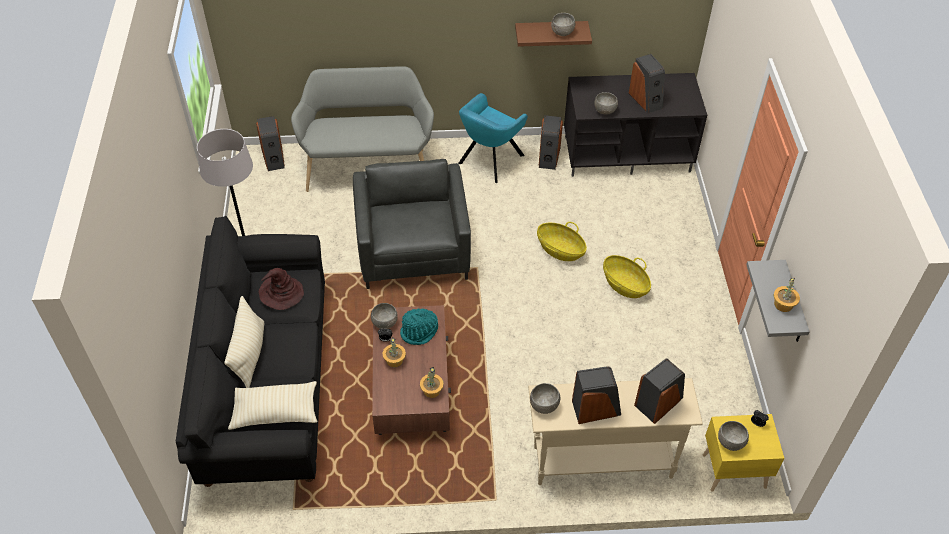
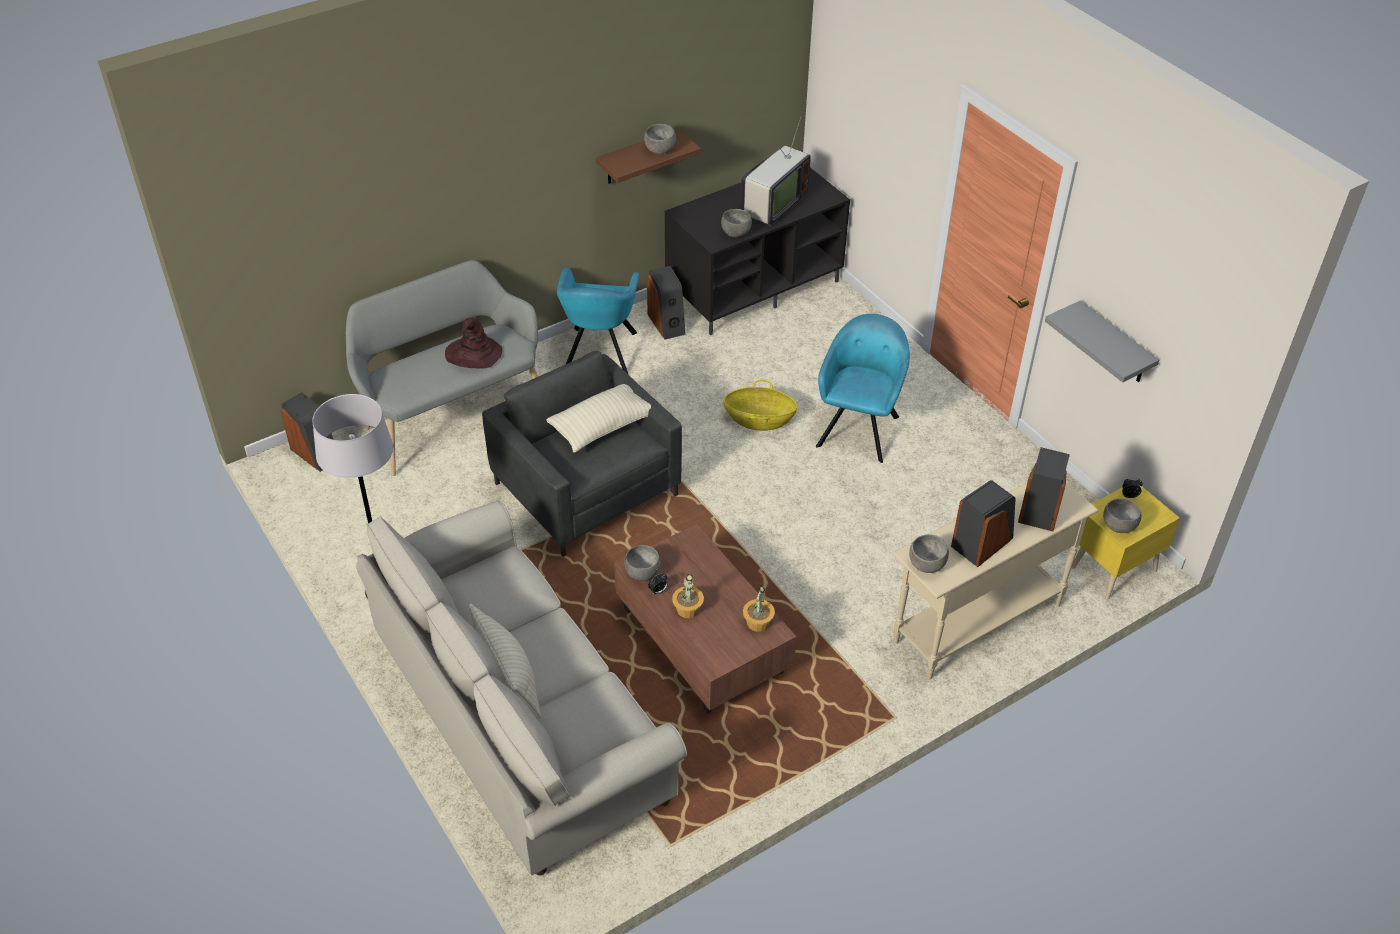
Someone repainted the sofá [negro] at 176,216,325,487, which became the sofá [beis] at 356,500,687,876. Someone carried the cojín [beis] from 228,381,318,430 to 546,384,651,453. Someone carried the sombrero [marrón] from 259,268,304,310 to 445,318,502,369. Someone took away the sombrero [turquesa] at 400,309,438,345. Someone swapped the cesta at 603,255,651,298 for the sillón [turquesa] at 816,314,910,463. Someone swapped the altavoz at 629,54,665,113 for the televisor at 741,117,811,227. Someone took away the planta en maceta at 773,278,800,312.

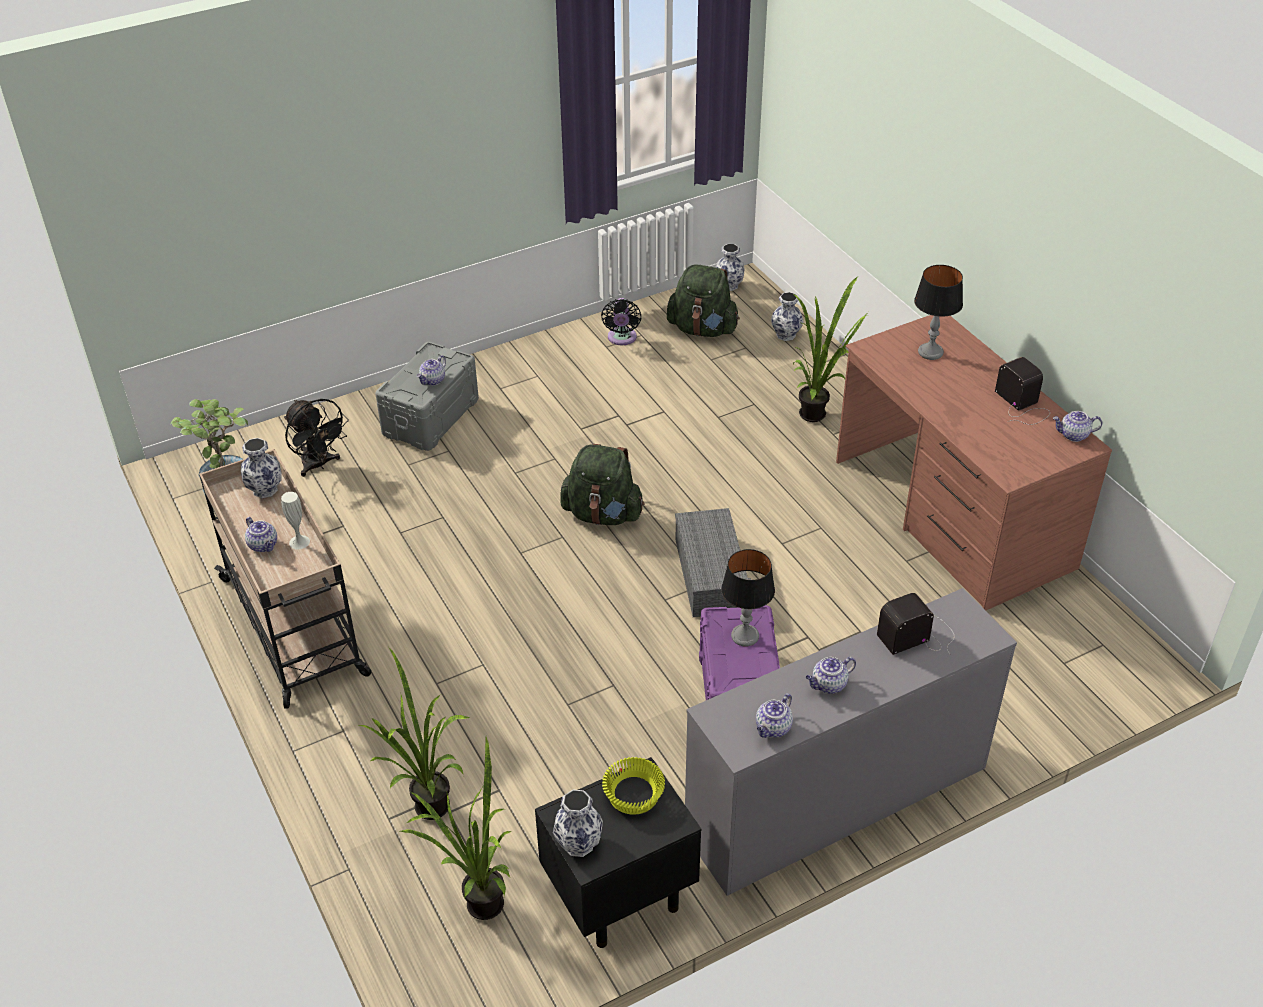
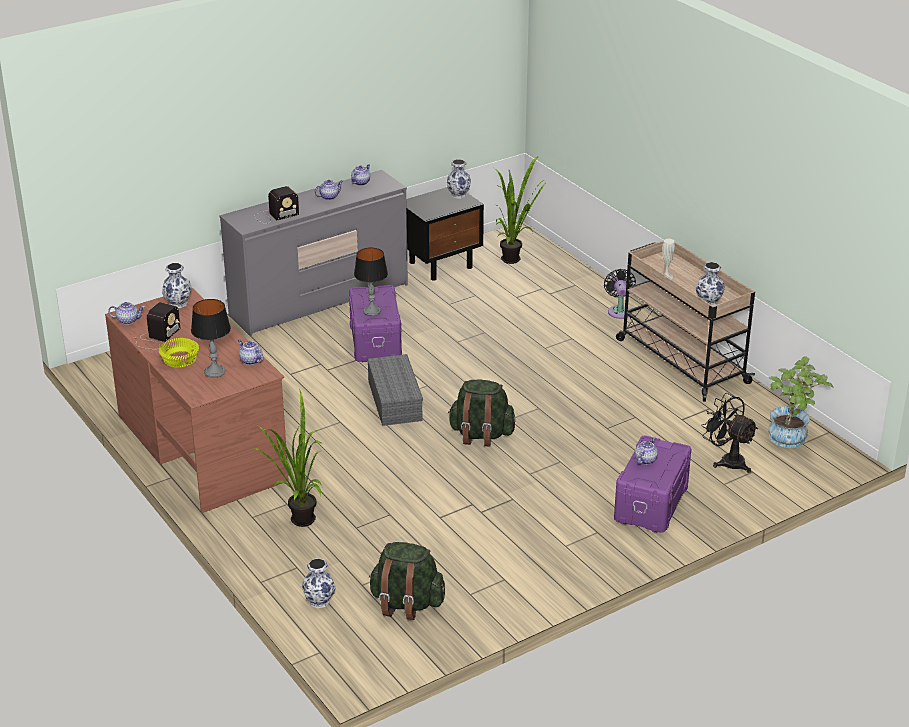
Someone carried the tetera from 245,517,277,552 to 238,340,263,365. Someone took away the planta en maceta at 358,647,469,820. Someone repainted the caja de almacenaje [gris] at 375,342,479,451, which became the caja de almacenaje [morado] at 614,435,691,533. Someone carried the ventilador [negro] from 601,298,641,345 to 604,269,636,319. Someone carried the cuenco [amarillo] from 602,757,665,815 to 159,338,199,367. Someone carried the florero from 716,244,745,291 to 162,263,192,308. Someone rotated the radio at 995,357,1050,425 by 120 degrees counterclockwise.

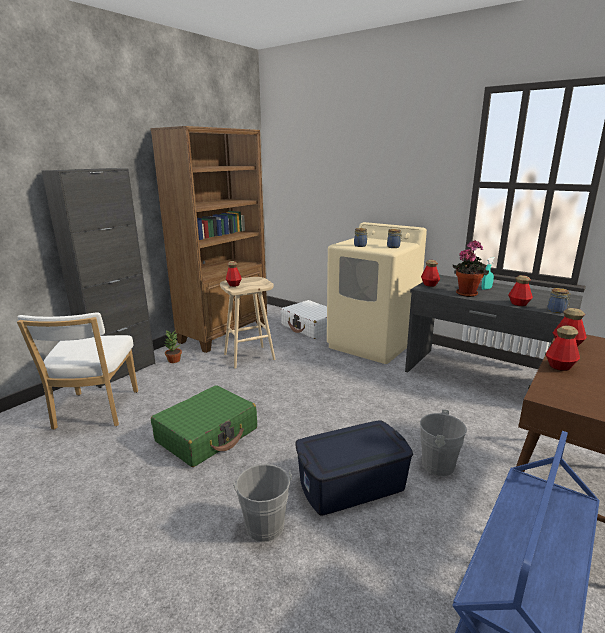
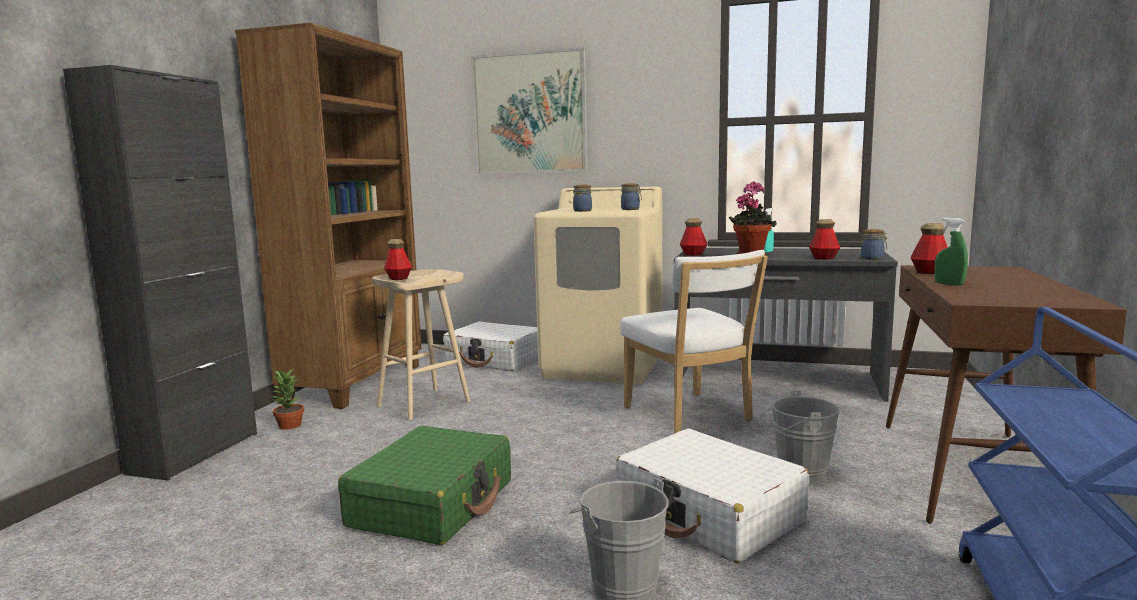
Someone carried the silla [blanco] from 17,312,138,430 to 620,250,768,434. Someone swapped the caja de almacenaje [azul] at 295,420,413,516 for the maleta [blanco] at 615,429,809,563. Someone swapped the botella at 546,326,580,371 for the pulverizador [verde] at 934,217,968,285. Someone put up the cuadro at 471,47,588,174.

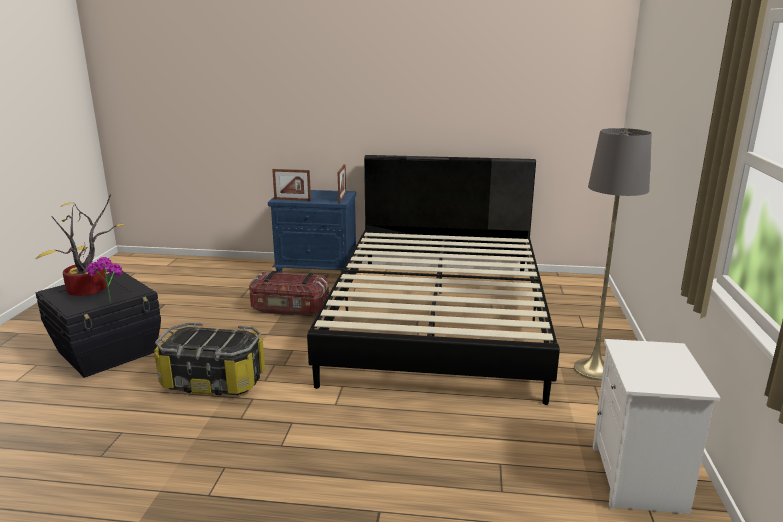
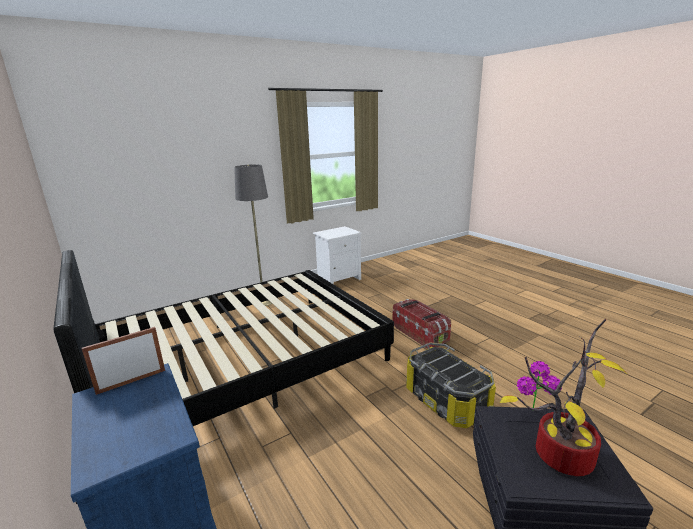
Someone carried the caja de almacenaje from 249,271,329,316 to 393,299,451,349. Someone took away the portarretratos at 272,169,311,201.

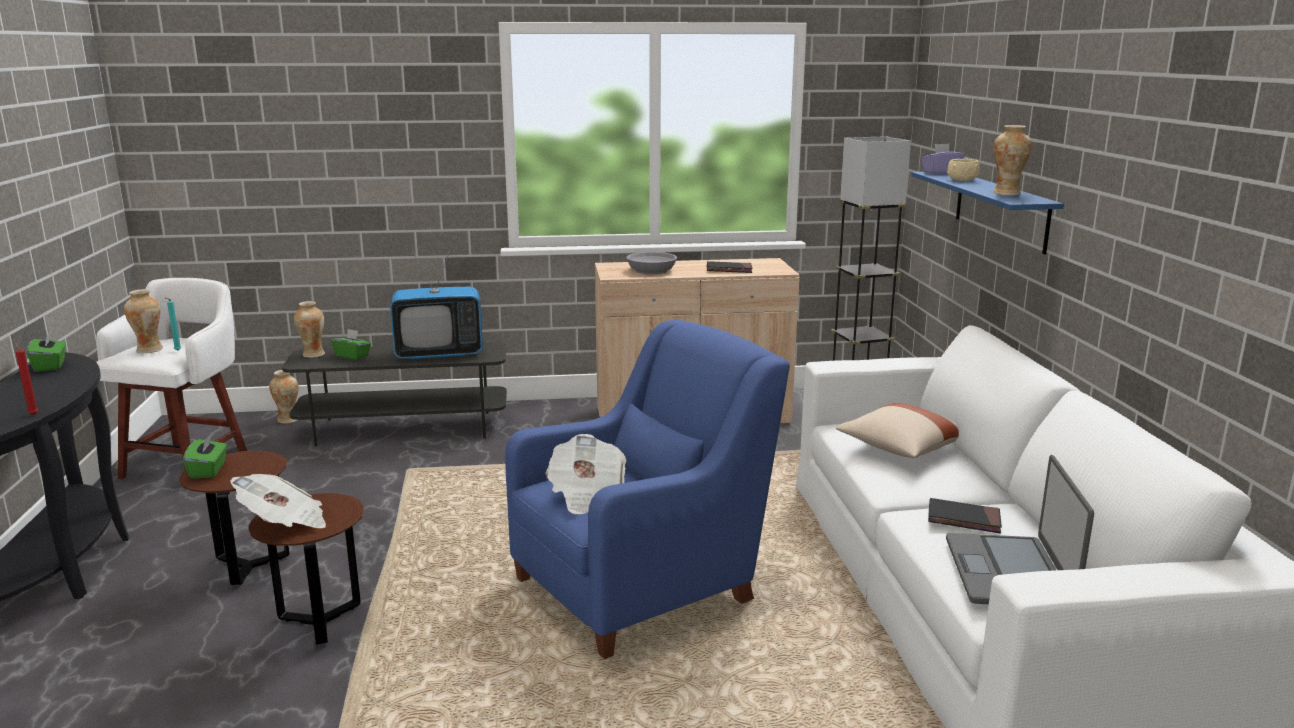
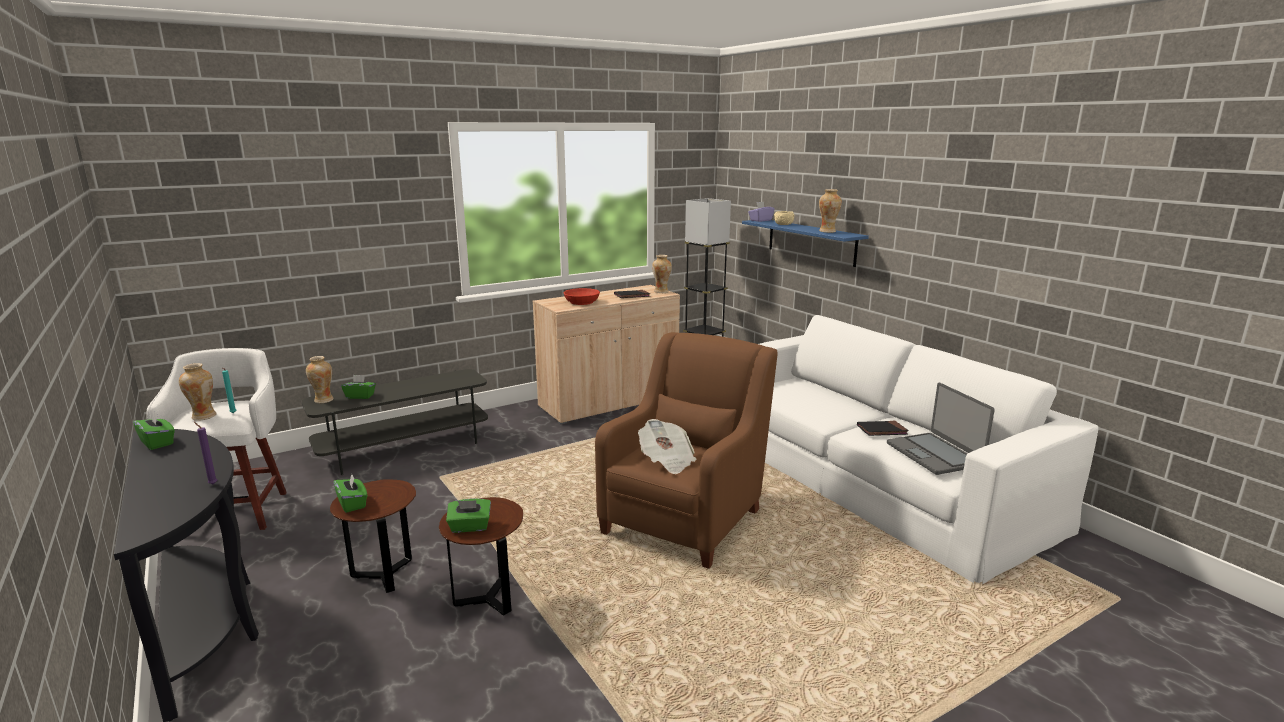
Someone repainted the vela [rojo] at 15,342,38,415, which became the vela [morado] at 194,422,217,484. Someone swapped the periódico at 230,474,326,528 for the caja de pañuelos [verde] at 446,498,491,533. Someone carried the florero from 269,370,299,423 to 652,255,672,293. Someone took away the televisor at 390,248,483,360. Someone repainted the sillón [azul] at 505,320,790,659, which became the sillón [marrón] at 595,332,778,569. Someone repainted the cuenco [gris] at 626,252,677,275, which became the cuenco [rojo] at 563,288,600,305. Someone took away the cojín [beis] at 836,403,959,458.

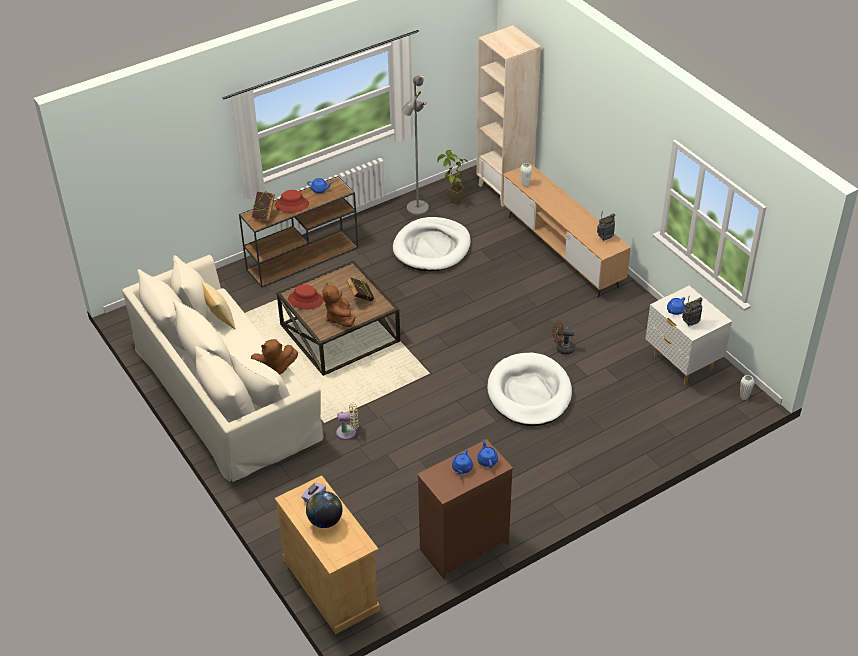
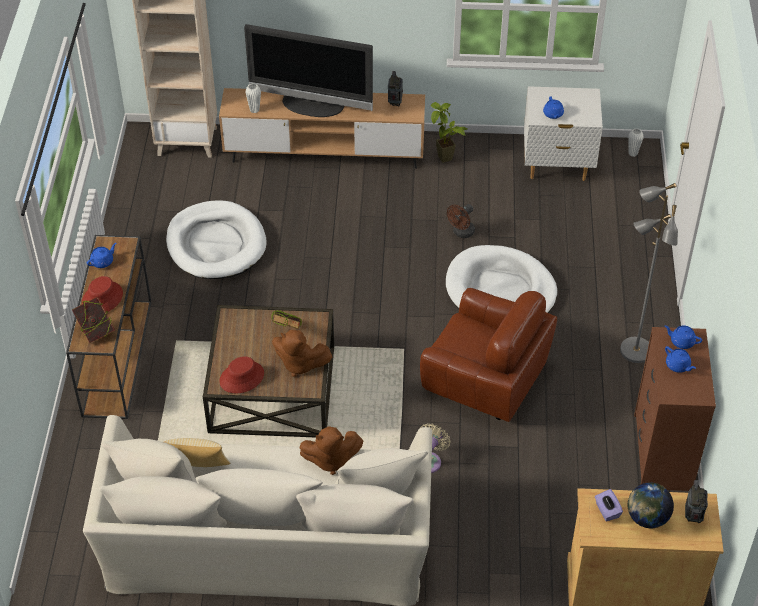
Someone rotated the peluche [marrón] at 251,339,298,375 by 60 degrees clockwise. Someone carried the lámpara de pie [gris] from 401,75,429,215 to 620,183,678,363. Someone carried the planta en maceta from 437,150,467,205 to 431,102,467,163. Someone carried the radio from 682,297,703,327 to 685,480,708,523. Someone put down the televisor at 244,24,373,117. Someone put down the sillón [marrón] at 420,288,557,422.

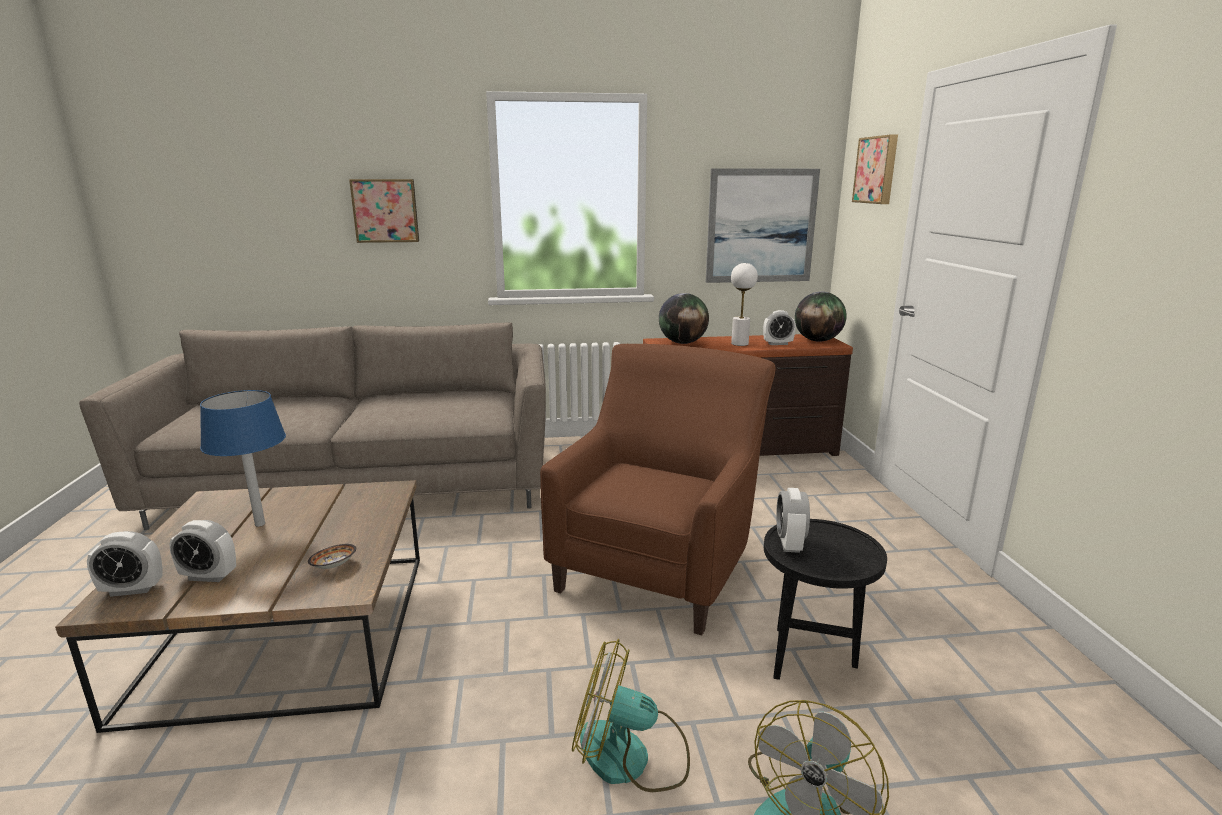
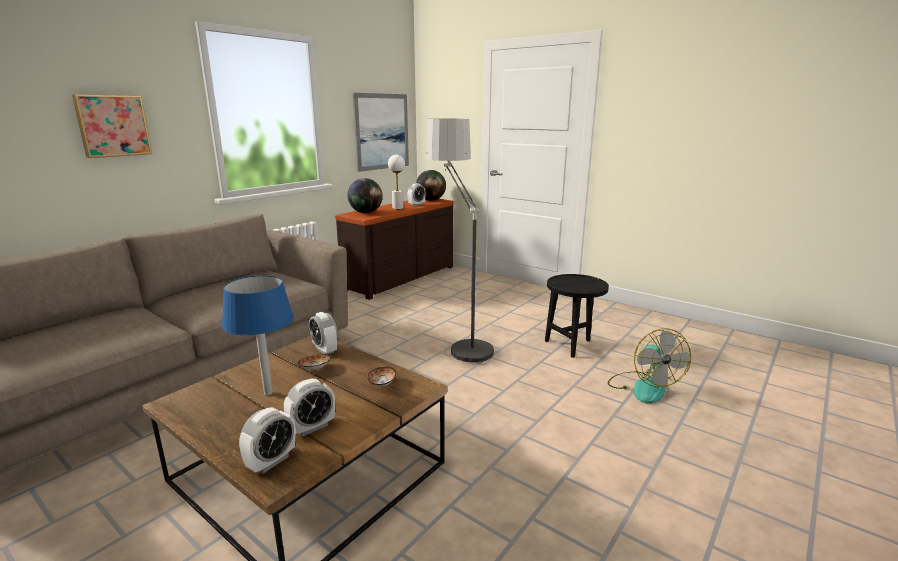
Someone swapped the sillón [marrón] at 540,344,776,635 for the lámpara de pie at 427,119,494,366. Someone took away the ventilador at 572,639,690,792. Someone carried the despertador from 776,488,810,553 to 309,312,338,355. Someone took away the cuadro at 852,134,898,204. Someone put down the cuenco at 297,354,332,370.

